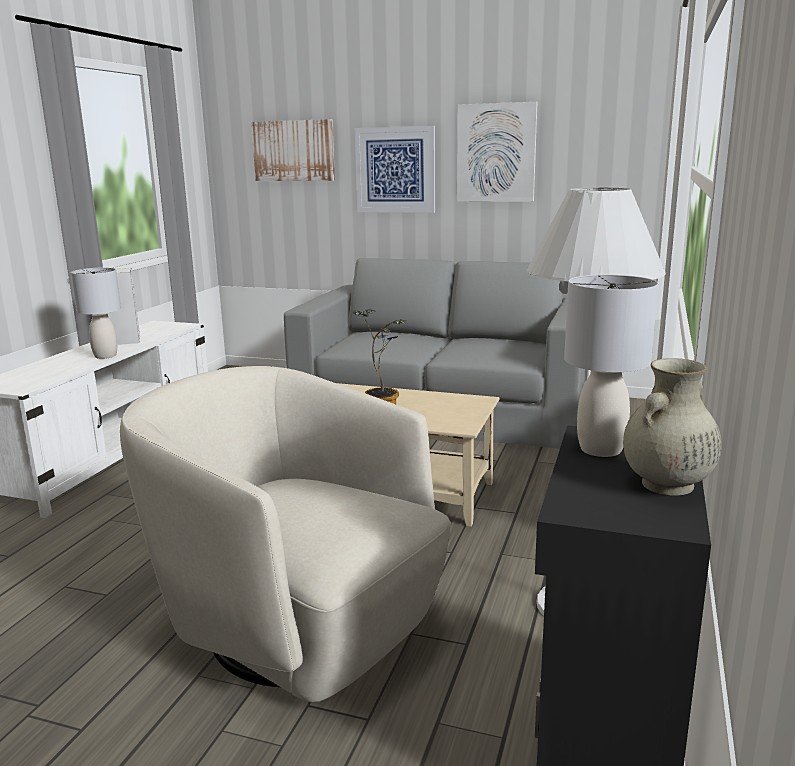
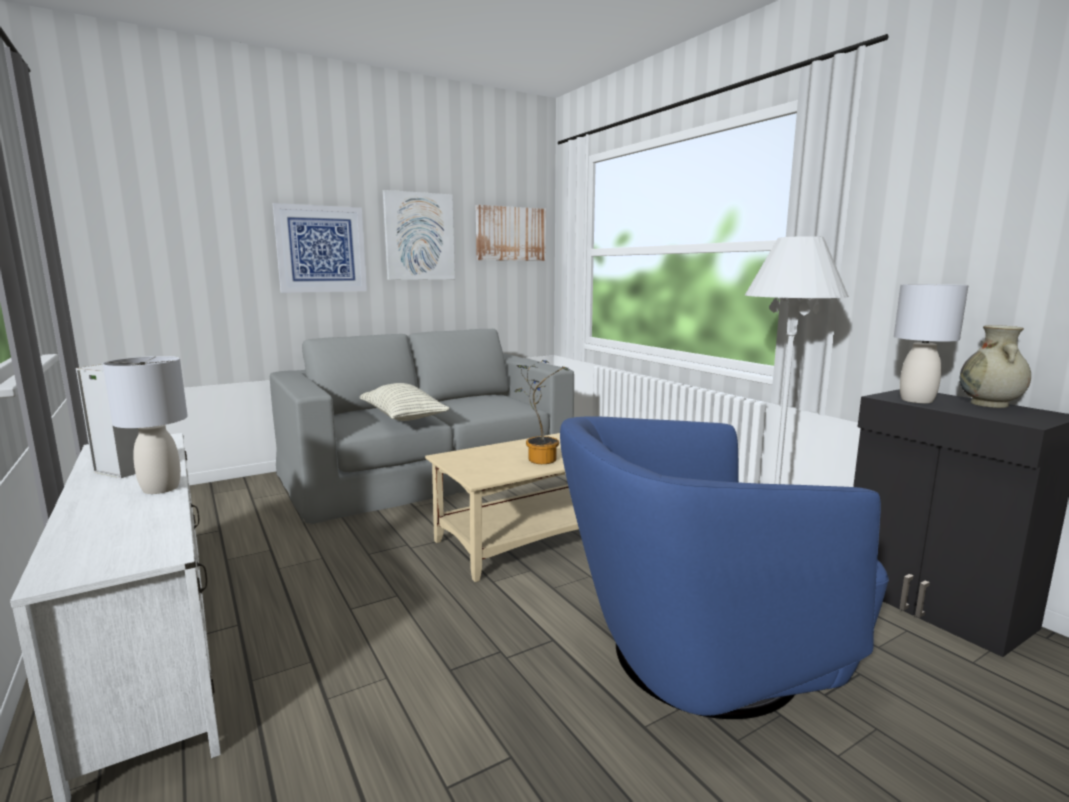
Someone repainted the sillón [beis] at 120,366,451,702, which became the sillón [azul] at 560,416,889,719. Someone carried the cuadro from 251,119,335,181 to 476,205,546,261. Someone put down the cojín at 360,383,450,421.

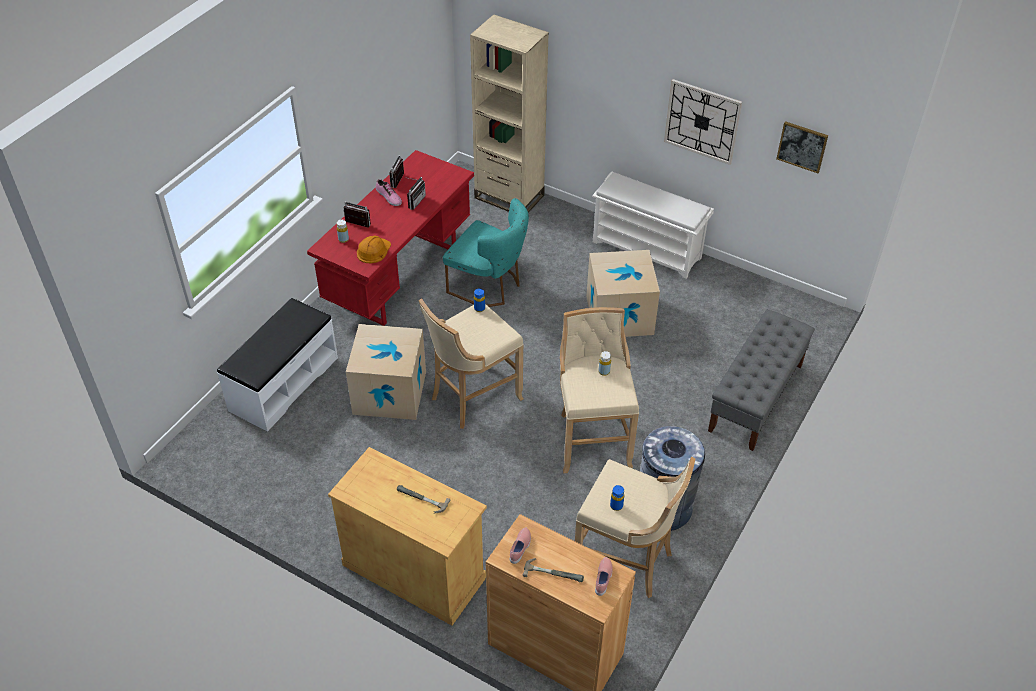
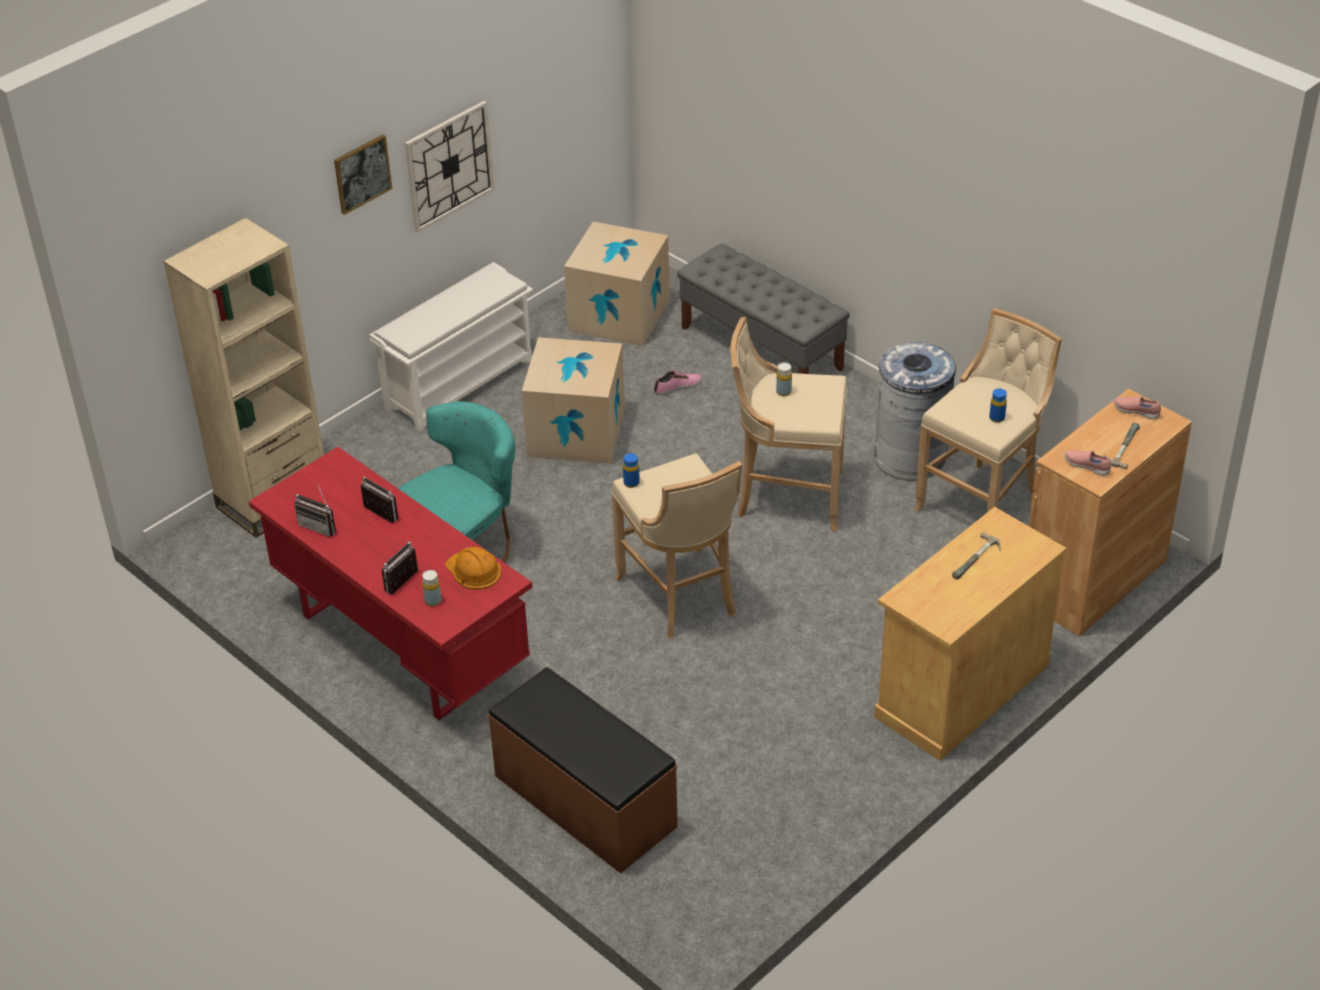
Someone repainted the banco [blanco] at 217,298,338,432, which became the banco [marrón] at 488,667,678,874. Someone carried the caja de cartón from 346,324,426,420 to 564,222,670,346. Someone carried the zapato from 376,179,402,206 to 654,371,702,395. Someone carried the cuadro from 776,121,828,173 to 334,135,392,215.

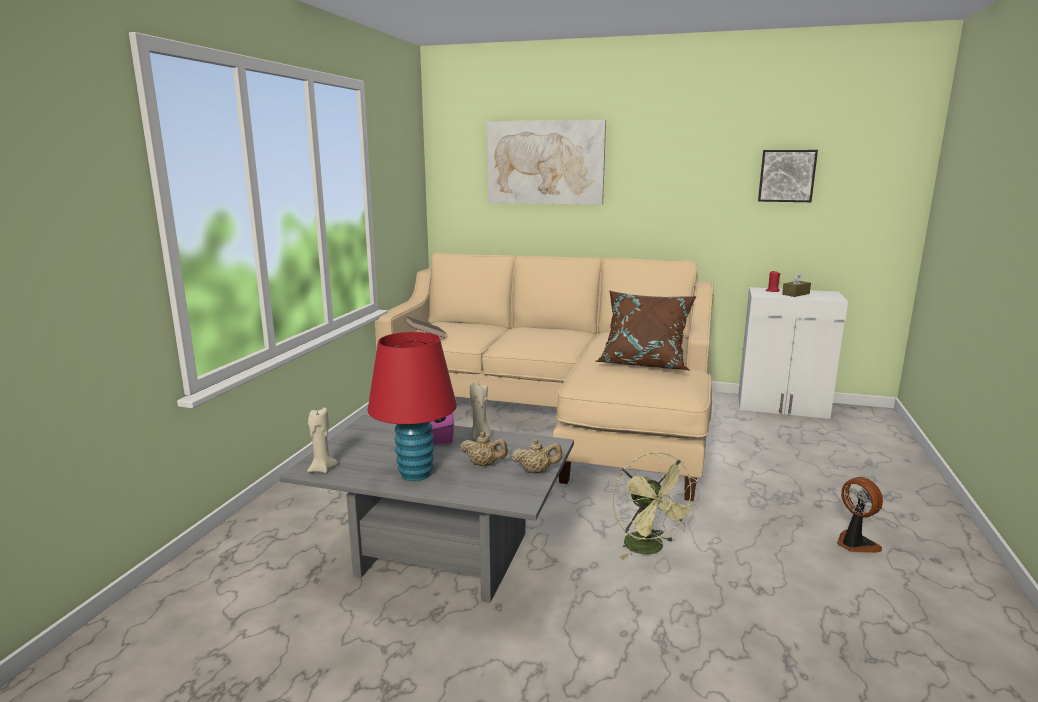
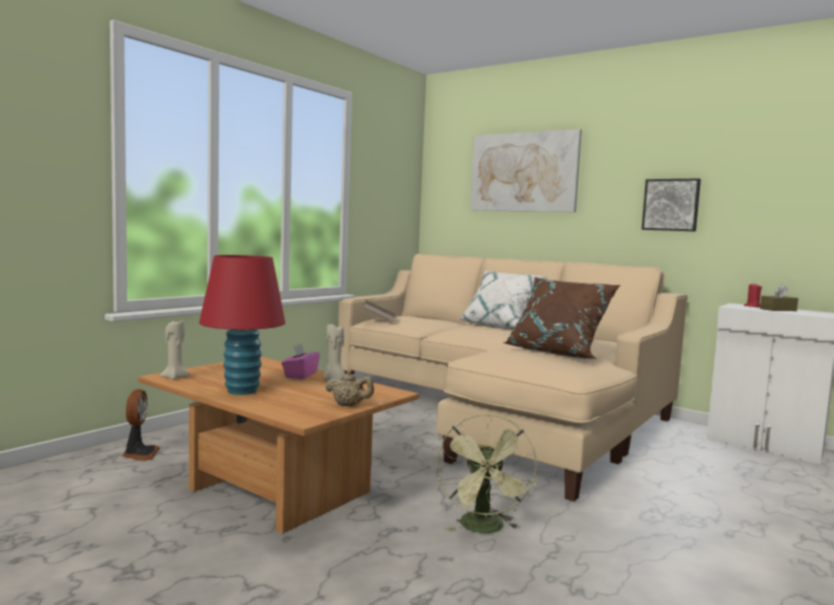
Someone repainted the mesa de centro [gris] at 279,415,574,603, which became the mesa de centro [marrón] at 138,357,419,534. Someone took away the tetera [beis] at 460,432,508,466. Someone carried the cuadro from 758,150,818,202 to 642,178,701,231. Someone carried the ventilador from 837,477,883,553 to 122,389,160,461. Someone put down the cojín [blanco] at 458,270,545,330.

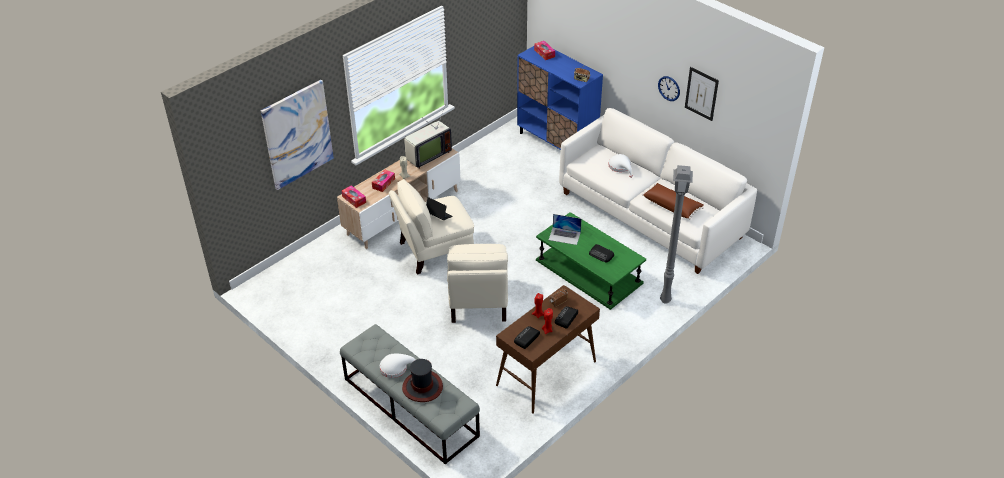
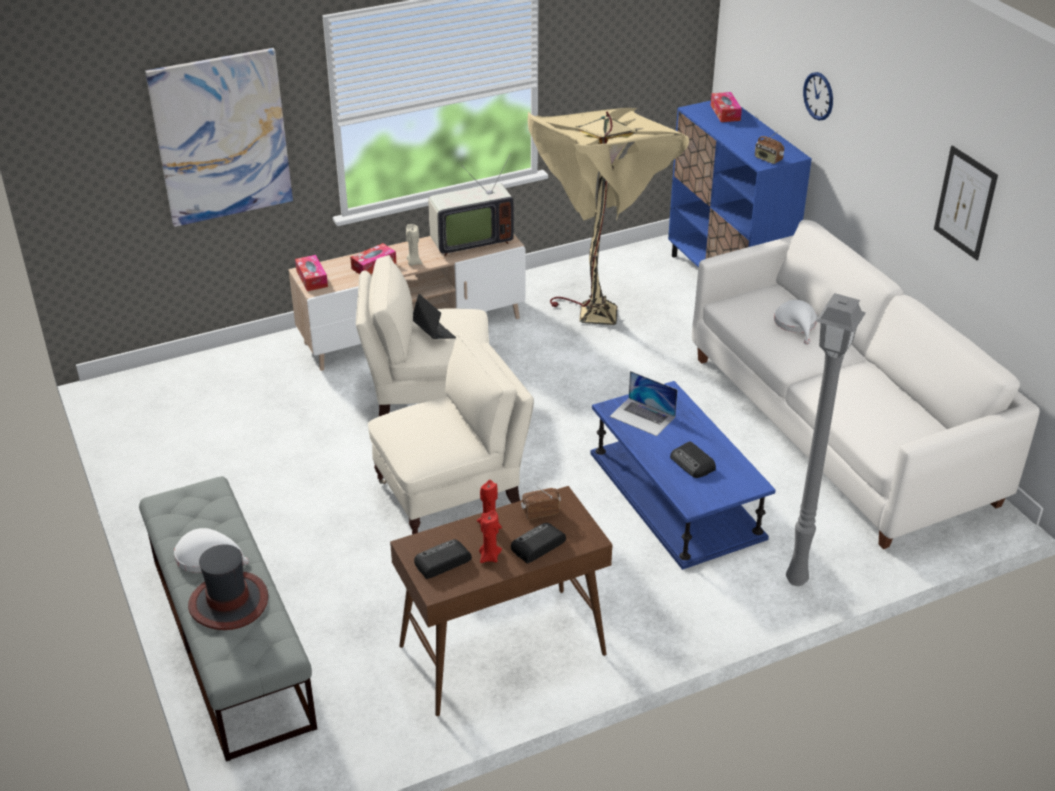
Someone rotated the sillón [beis] at 447,244,508,323 by 135 degrees counterclockwise. Someone repainted the mesa de centro [verde] at 536,212,646,310, which became the mesa de centro [azul] at 590,381,776,570. Someone took away the cojín [marrón] at 642,183,704,219. Someone carried the reloj de pared from 658,76,680,101 to 803,72,833,121. Someone put down the lámpara de pie [beis] at 528,108,689,325.

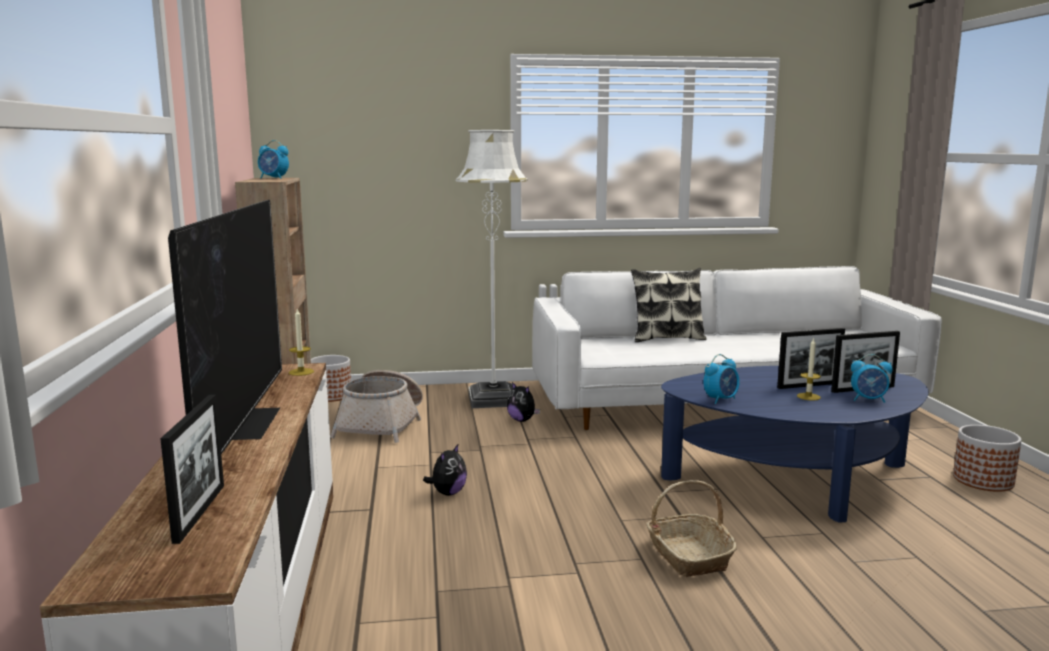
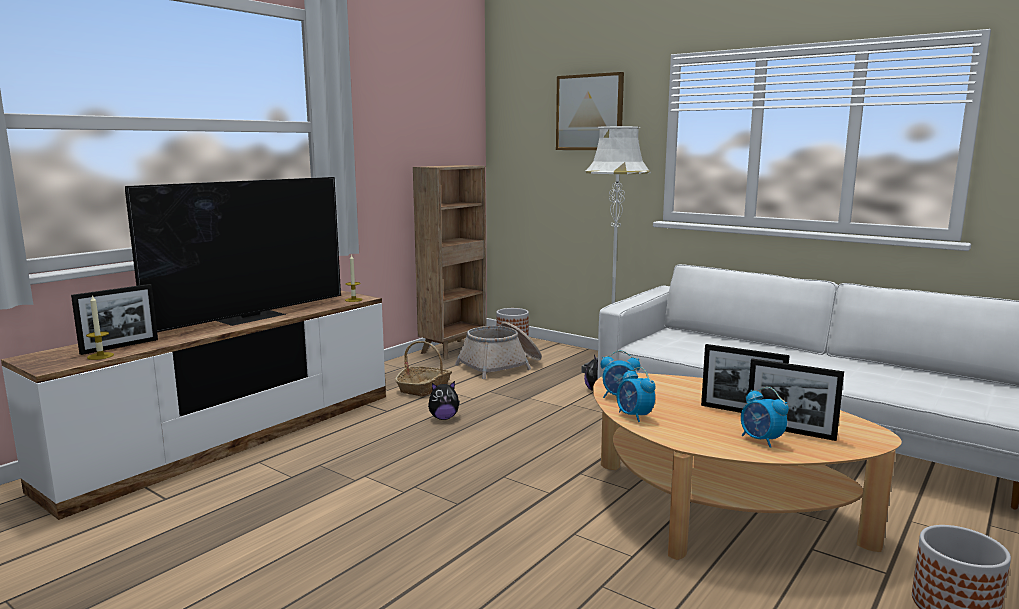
Someone carried the despertador from 258,140,289,179 to 617,367,656,422. Someone took away the cojín at 631,268,706,342. Someone carried the cesta from 646,480,737,577 to 395,341,452,397. Someone repainted the mesa de centro [azul] at 661,366,929,523, which became the mesa de centro [beis] at 593,373,902,560. Someone carried the vela from 797,337,821,401 to 86,295,114,360. Someone put up the cuadro at 556,72,624,150.

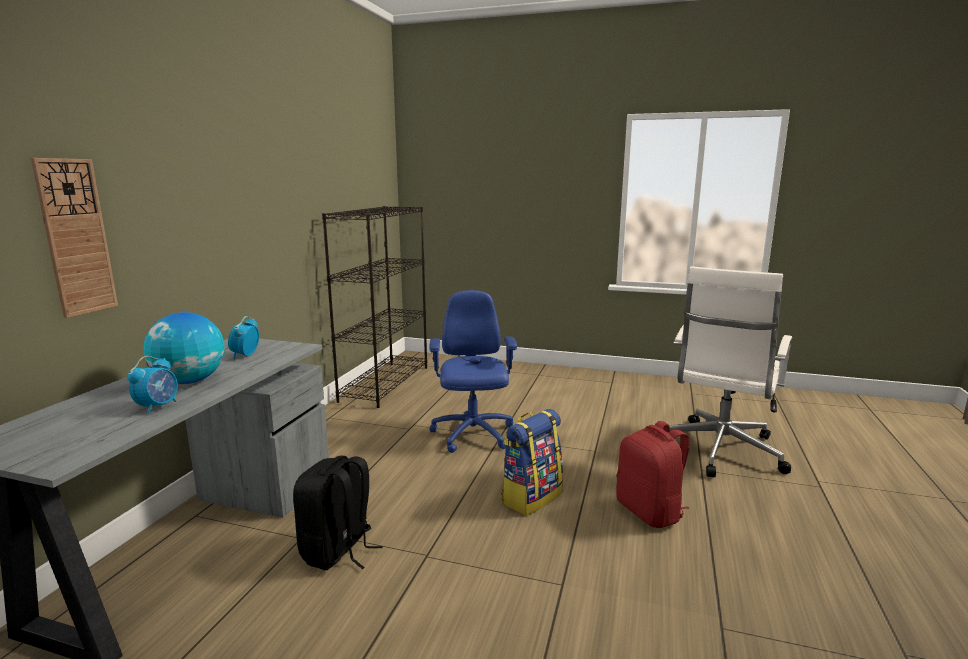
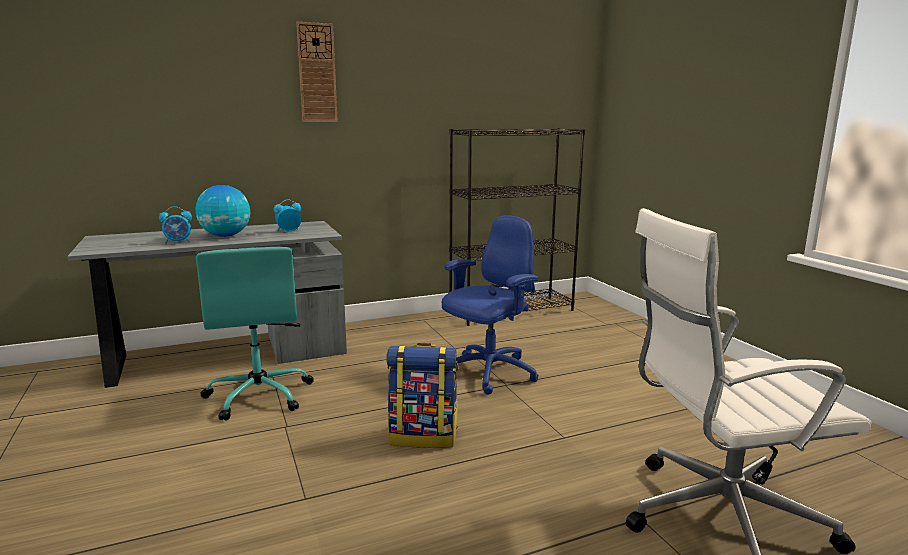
Someone carried the reloj de pared from 31,158,118,318 to 296,22,338,122. Someone swapped the mochila [negro] at 293,456,383,570 for the silla de oficina [turquesa] at 196,247,314,421. Someone took away the mochila [rojo] at 616,421,689,528.

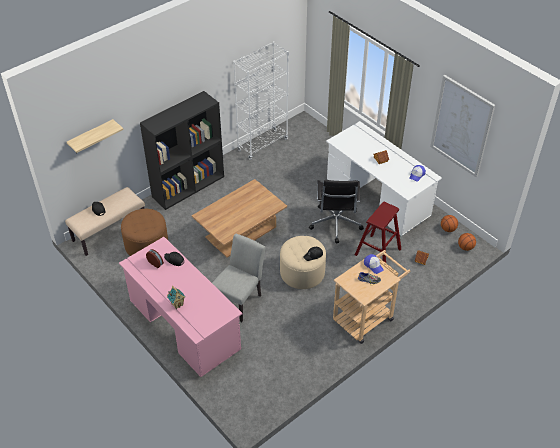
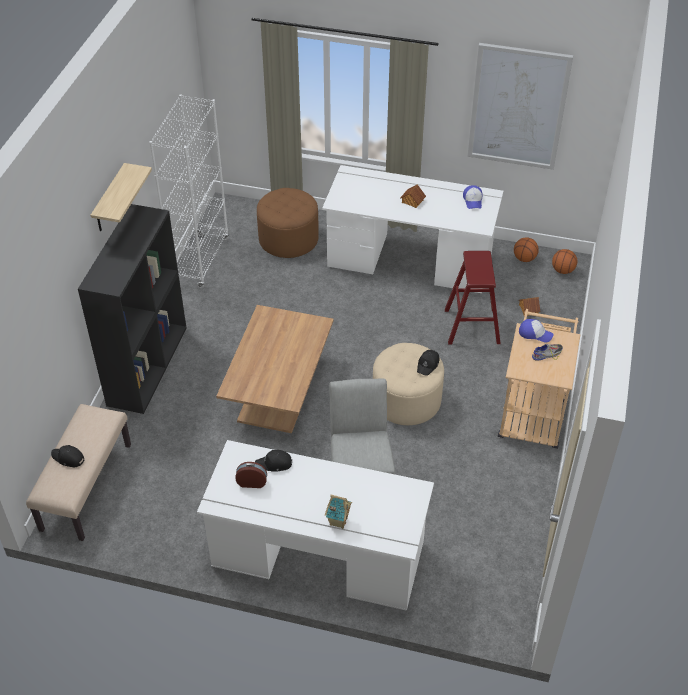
Someone carried the estante from 67,119,123,153 to 90,163,152,231. Someone repainted the escritorio [rosa] at 119,237,242,377, which became the escritorio [blanco] at 197,440,434,611. Someone carried the puf [marrón] from 121,209,168,256 to 257,188,319,258. Someone took away the silla de oficina [negro] at 309,180,364,244.

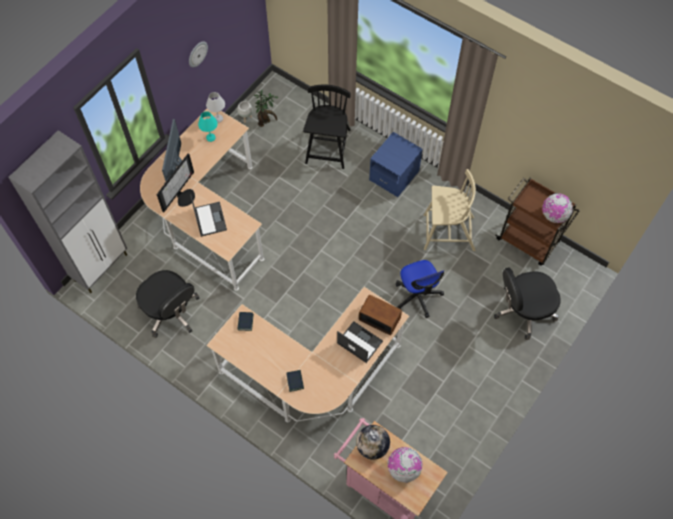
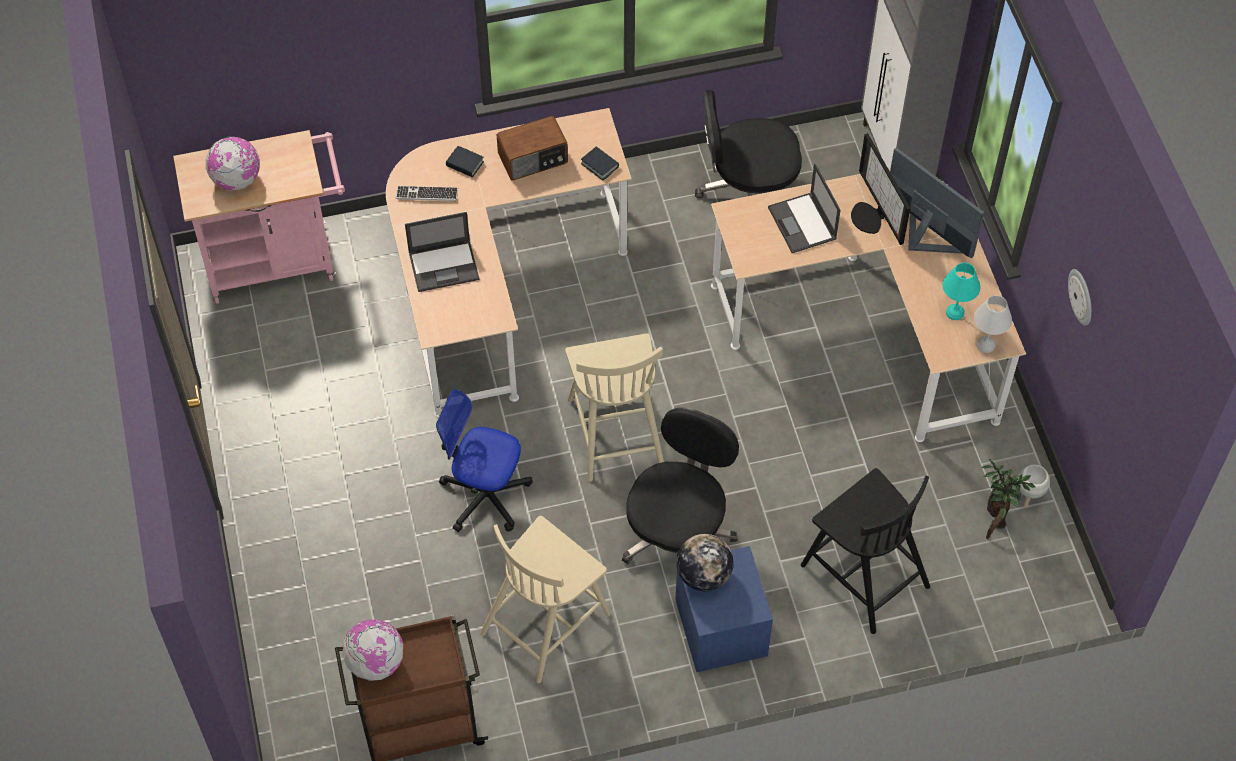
Someone rotated the portátil at 190,194,227,237 by 45 degrees clockwise. Someone carried the globo terráqueo from 356,425,390,460 to 676,534,734,591. Someone carried the radio from 358,295,402,335 to 497,116,568,181. Someone carried the silla de oficina [negro] from 494,267,561,340 to 622,407,739,564. Someone put down the teclado at 395,186,458,201. Someone put down the silla [beis] at 565,333,664,482.

